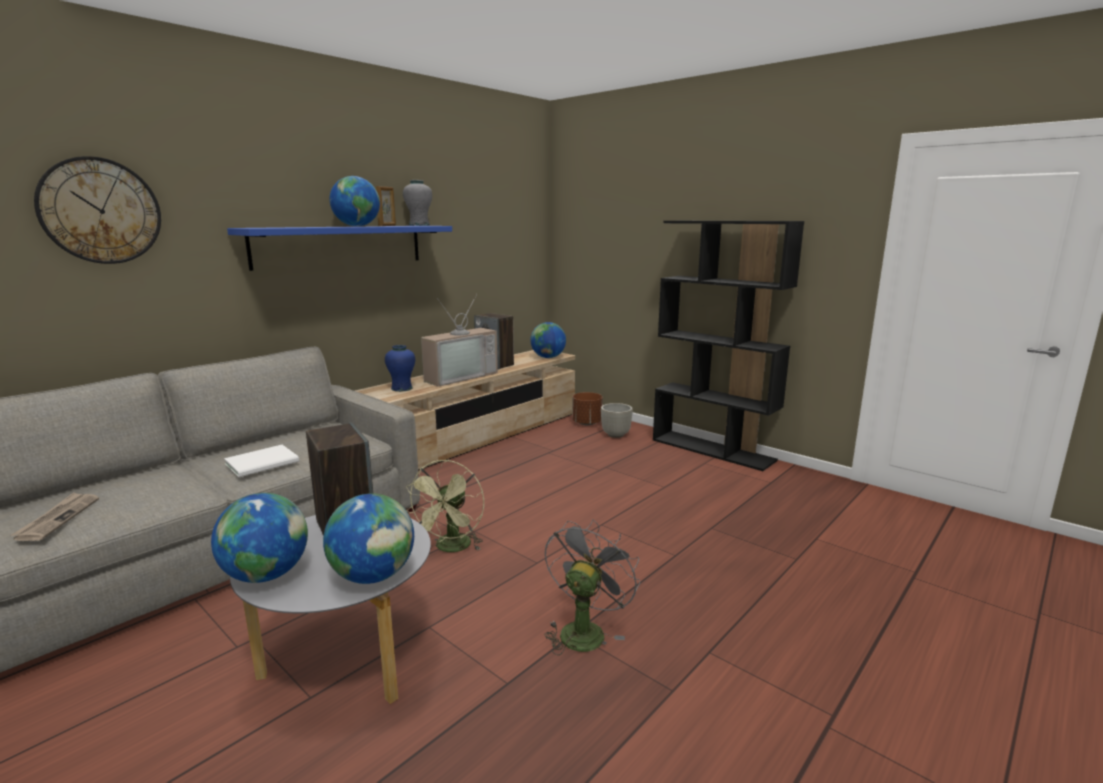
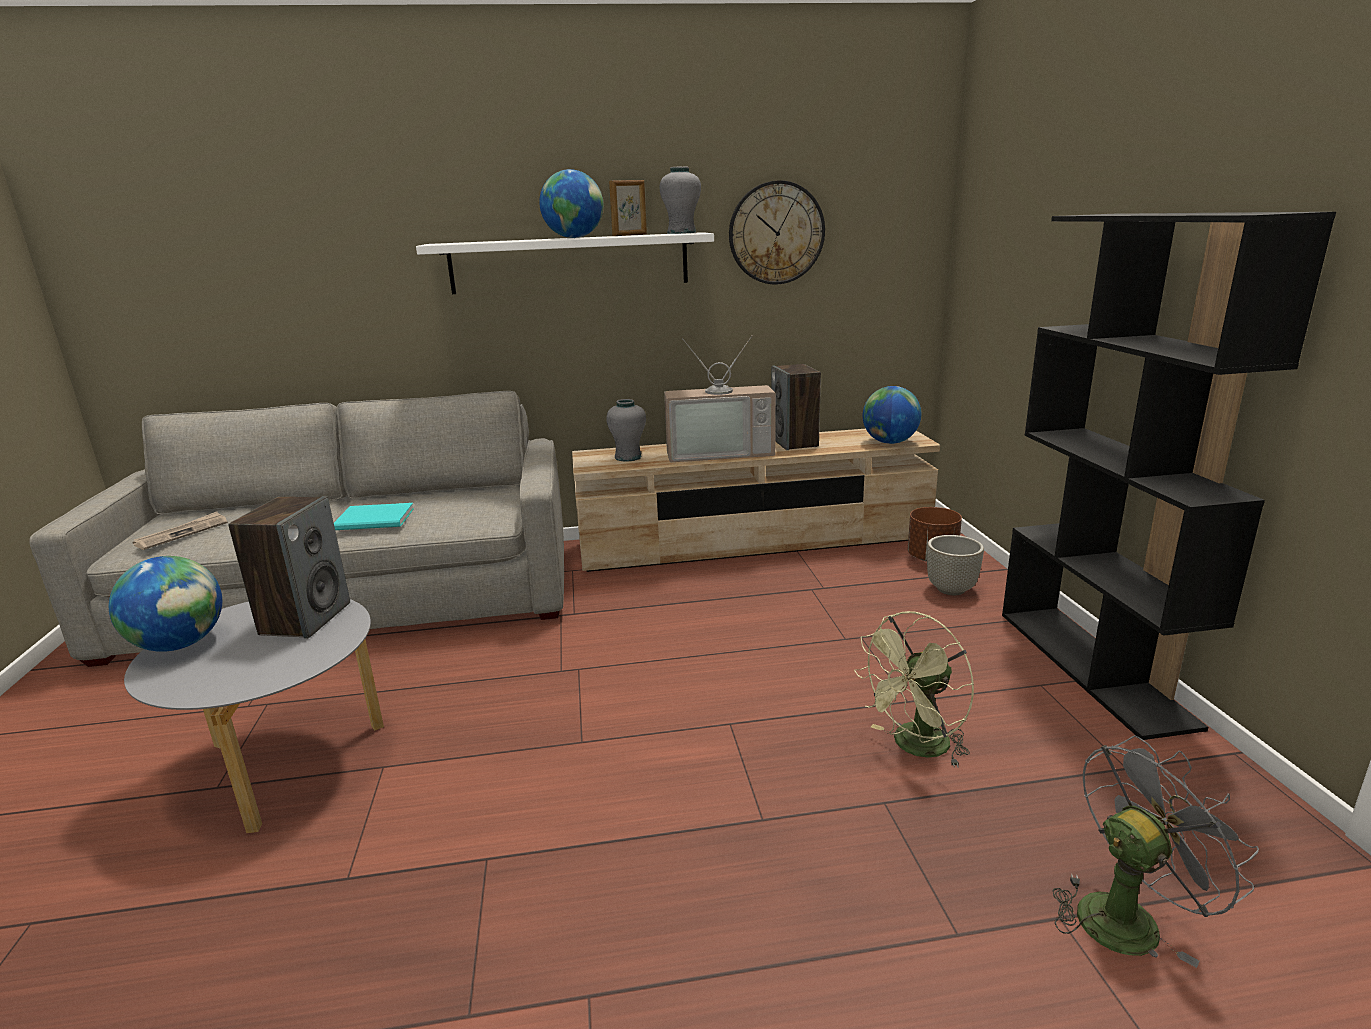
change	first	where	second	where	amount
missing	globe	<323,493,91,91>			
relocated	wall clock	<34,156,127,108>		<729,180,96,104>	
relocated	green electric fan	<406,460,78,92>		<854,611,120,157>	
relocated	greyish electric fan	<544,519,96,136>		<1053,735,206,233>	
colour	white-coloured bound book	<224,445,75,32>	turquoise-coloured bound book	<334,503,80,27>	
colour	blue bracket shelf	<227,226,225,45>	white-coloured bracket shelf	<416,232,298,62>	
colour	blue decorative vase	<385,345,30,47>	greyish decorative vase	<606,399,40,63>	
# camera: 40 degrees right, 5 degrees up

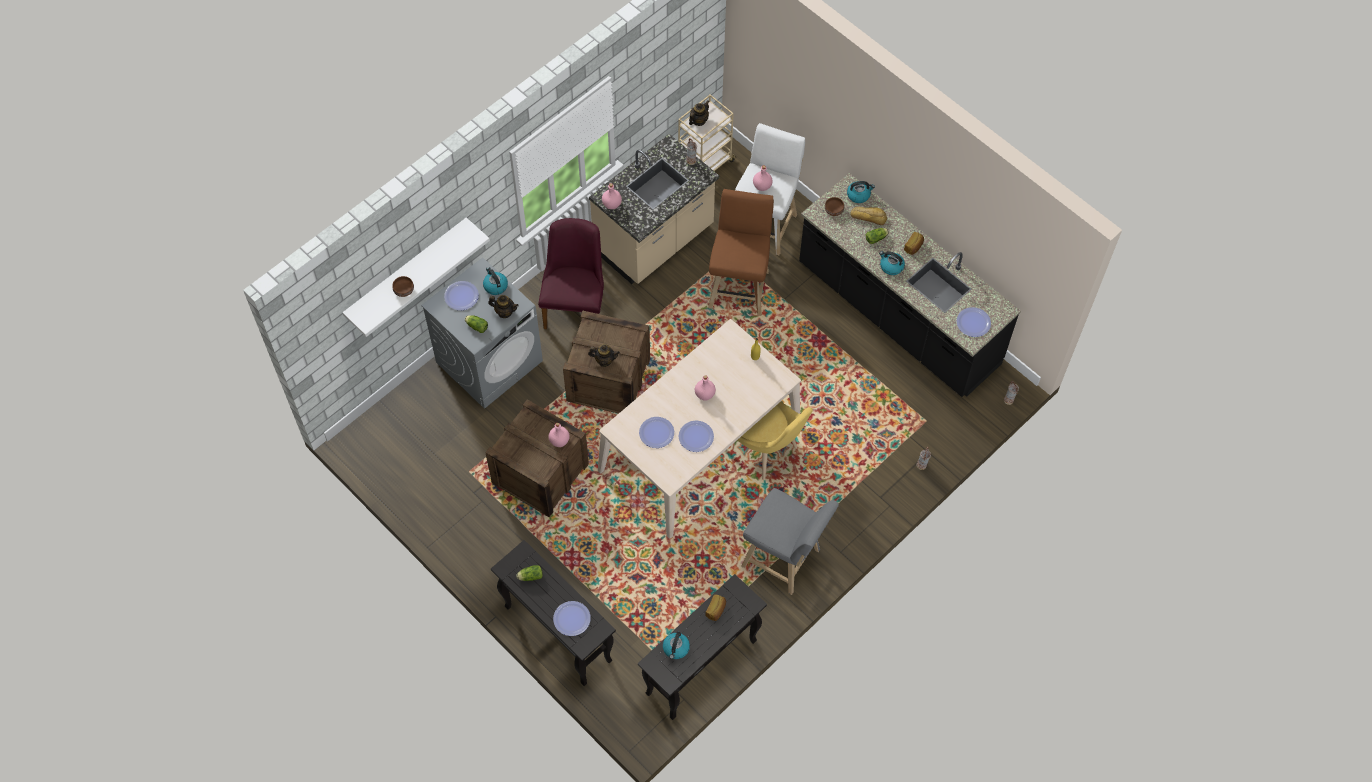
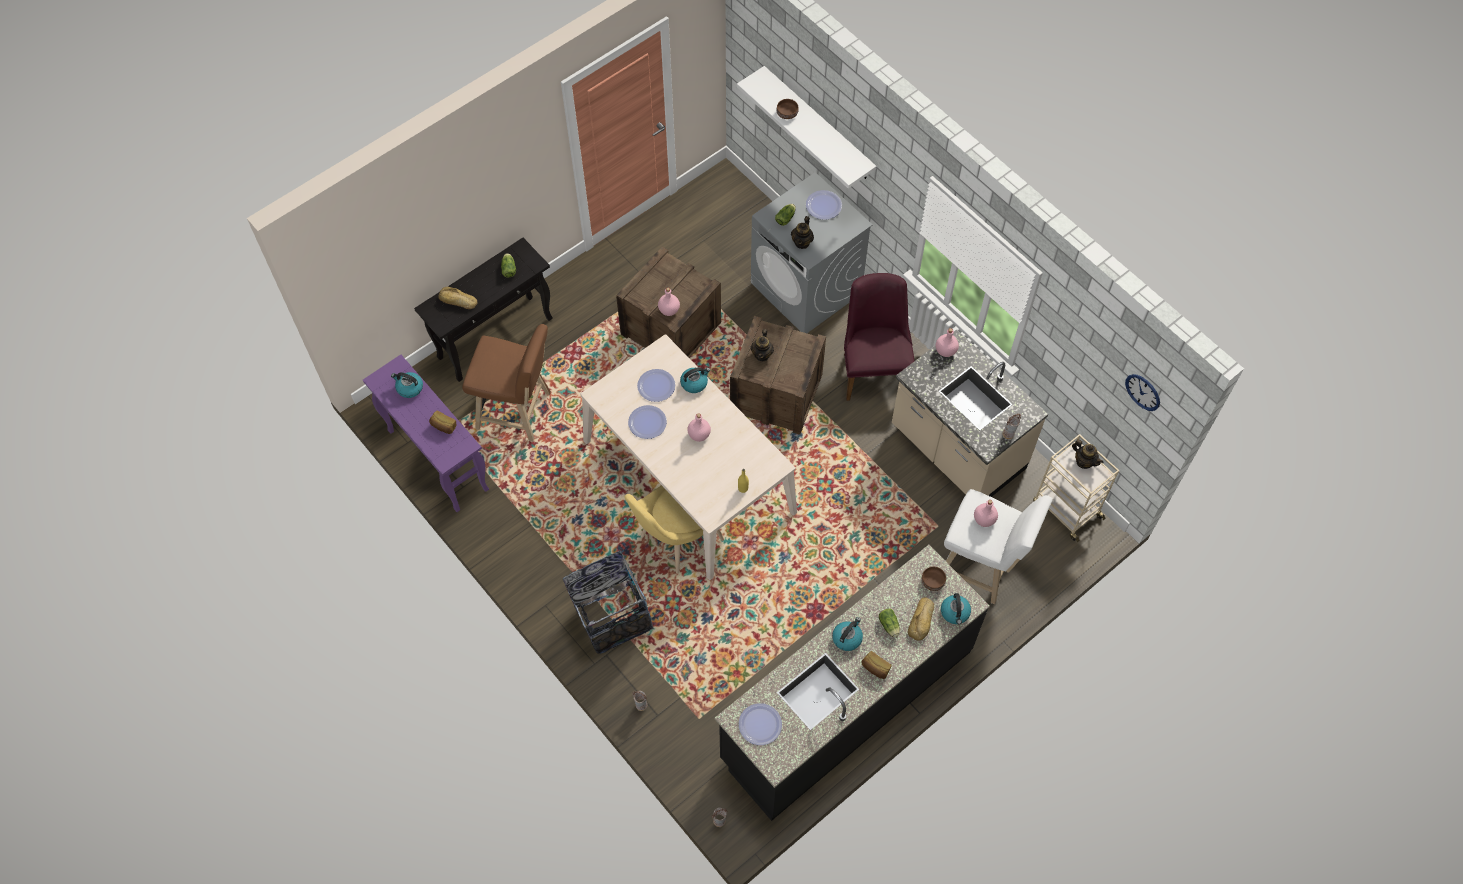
change	first	where	second	where	amount
missing	greyish sitting stool	<741,488,98,107>			
appeared			rubbish bin	<563,550,91,104>	
appeared			wall clock	<1125,374,35,37>	
relocated	water kettle	<483,267,25,28>		<680,367,30,26>	
relocated	brownish sitting stool	<708,189,66,127>		<462,324,89,118>	
exchanged	dinner plate	<553,601,38,35>	baked bread	<438,287,40,22>	
colour	blackish narrow table	<638,574,129,146>	purple-coloured narrow table	<363,355,126,157>	
spun	purple-coloured chair	<538,218,66,111>		<844,273,71,128>	105 degrees counterclockwise
# camera: 95 degrees right, 0 degrees up

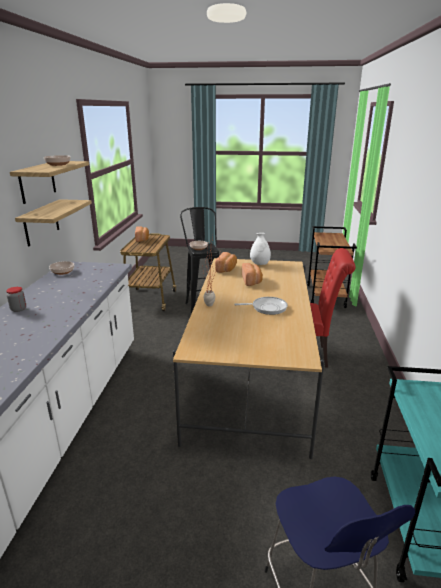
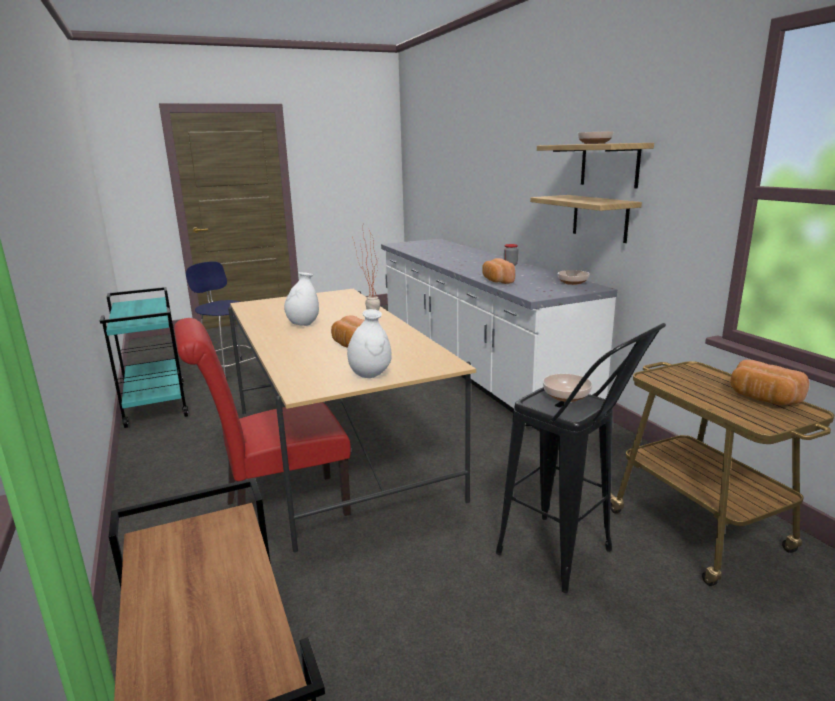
change	first	where	second	where	amount
relocated	baked bread	<215,252,22,21>		<482,258,33,26>	
exchanged	pan	<234,297,54,18>	white-coloured decorative vase	<284,272,35,54>	
# camera: 150 degrees right, 5 degrees down

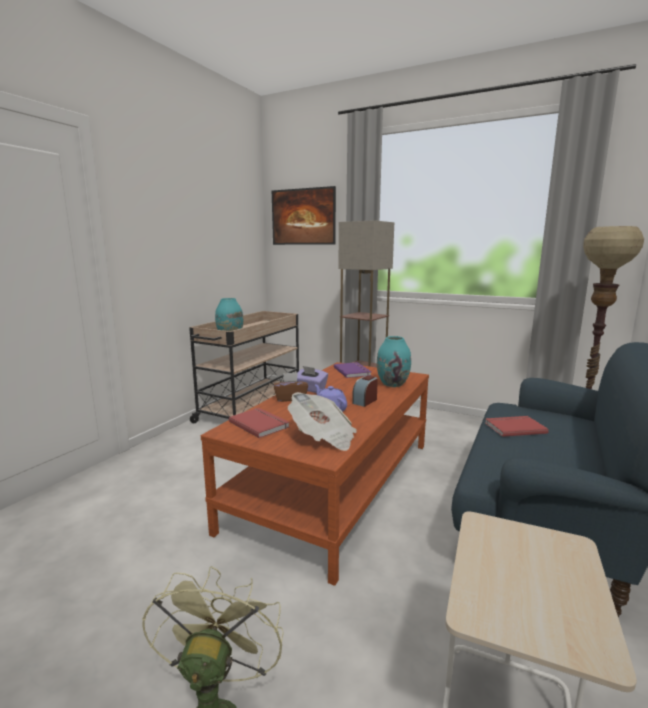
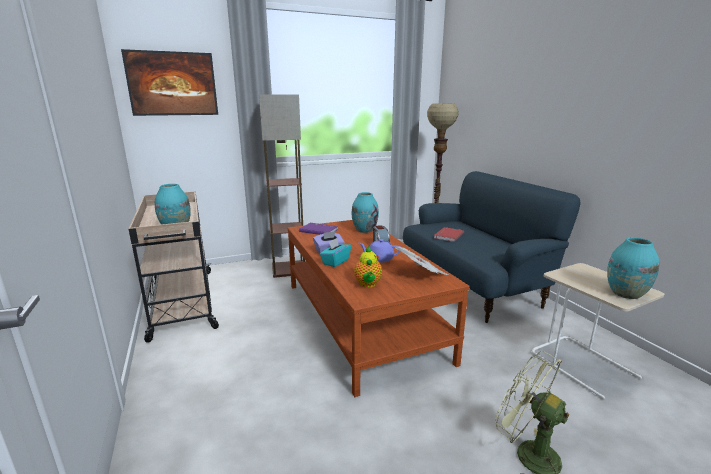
change	first	where	second	where	amount
appeared			turquoise-coloured decorative vase	<607,237,53,62>	
exchanged	red bound book	<229,408,60,30>	pot for tea	<354,246,28,41>	
colour	brownish tissue box	<274,372,34,30>	turquoise-coloured tissue box	<320,238,31,29>	
# camera: 50 degrees left, 5 degrees up

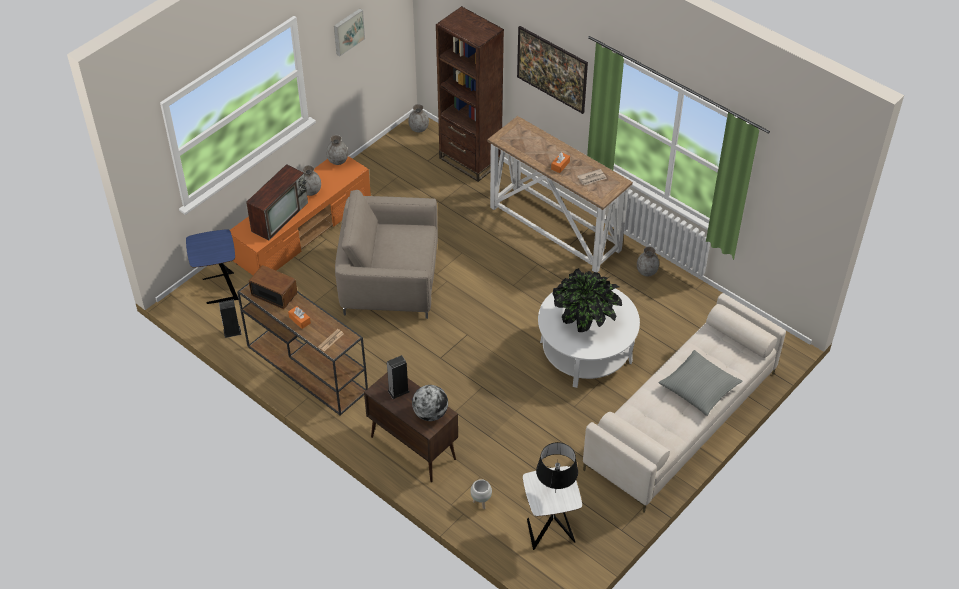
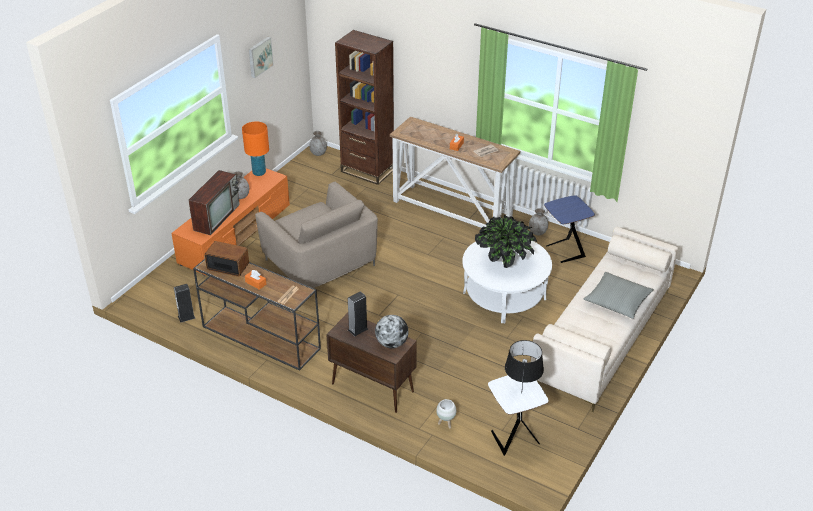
change	first	where	second	where	amount
missing	wall art	<517,26,71,88>			
relocated	blue accent table	<186,229,53,75>		<544,195,51,68>	
exchanged	greyish decorative vase	<326,135,22,30>	orangey table lamp	<242,121,27,55>	
spun	beige-coloured armchair	<335,190,103,129>		<255,182,123,106>	120 degrees counterclockwise
# camera: 10 degrees left, 10 degrees down

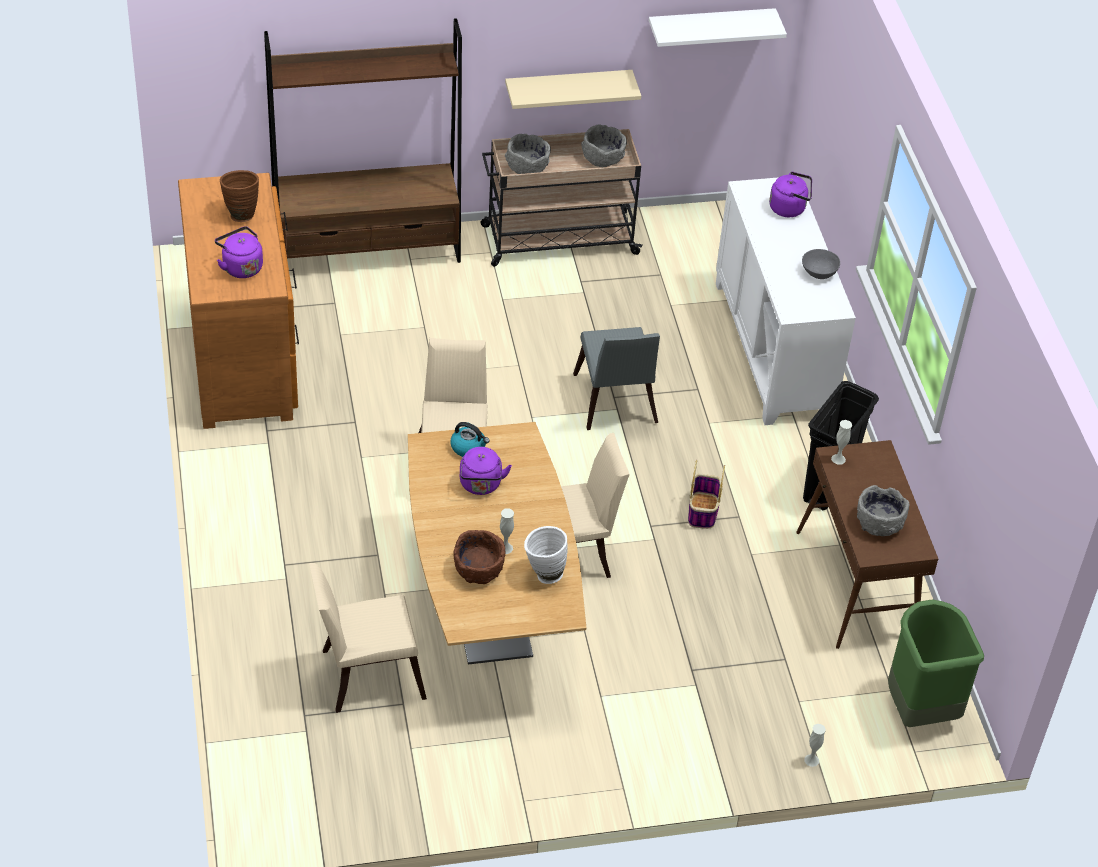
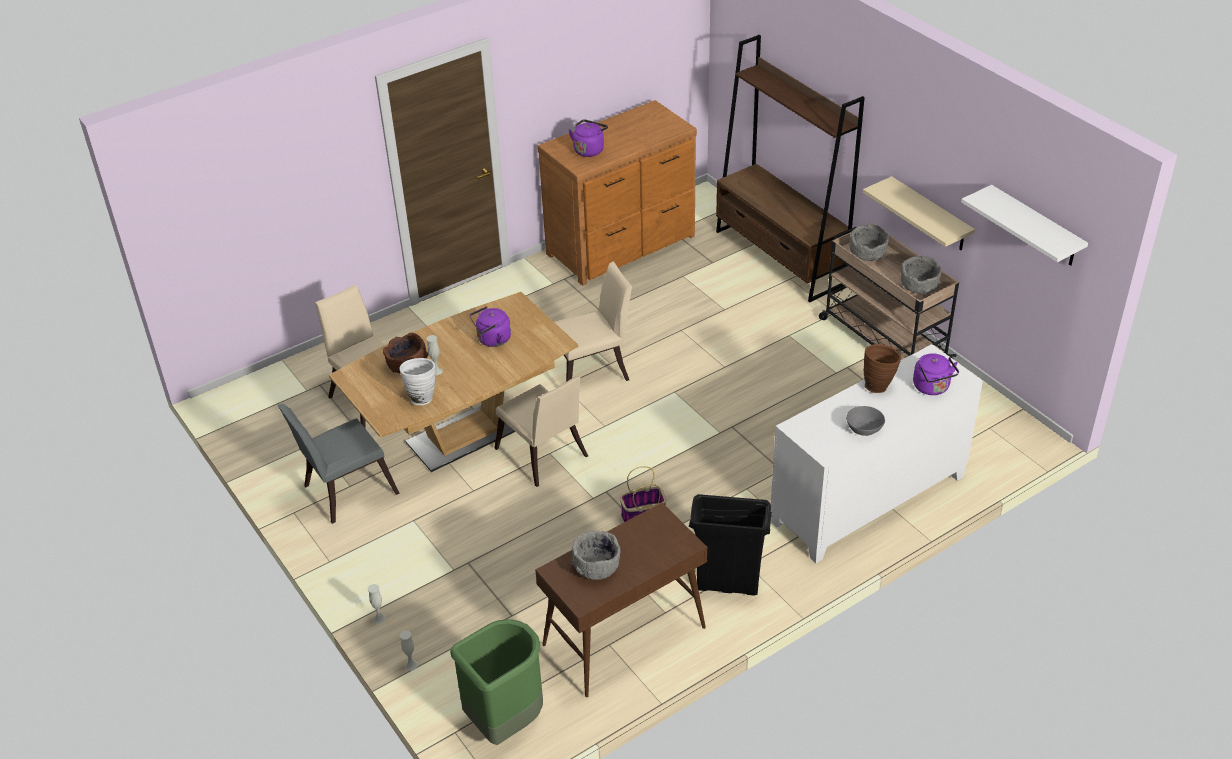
change	first	where	second	where	amount
missing	water kettle	<450,422,40,35>			
relocated	brownish decorative vase	<220,170,39,52>		<864,344,37,49>	
relocated	greyish chair	<573,327,87,103>		<278,404,122,120>	
relocated	white-coloured decorative vase	<831,420,21,44>		<368,584,18,40>	
# camera: 70 degrees right, 5 degrees down

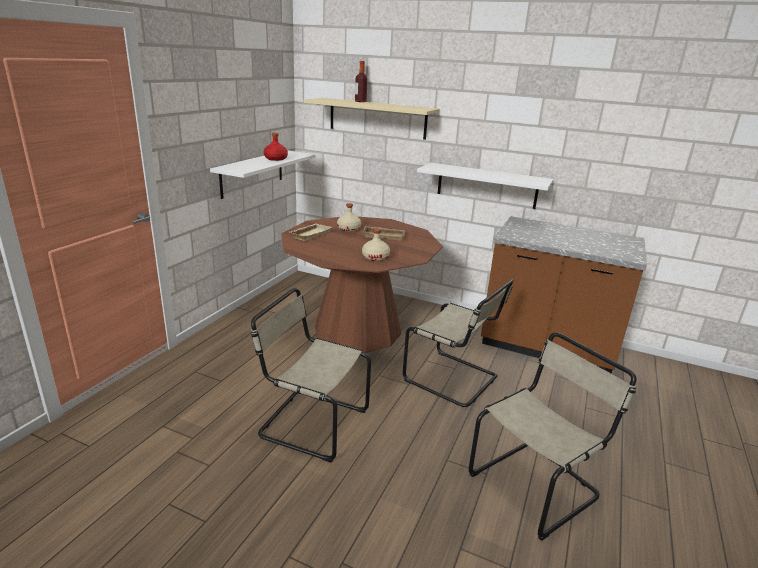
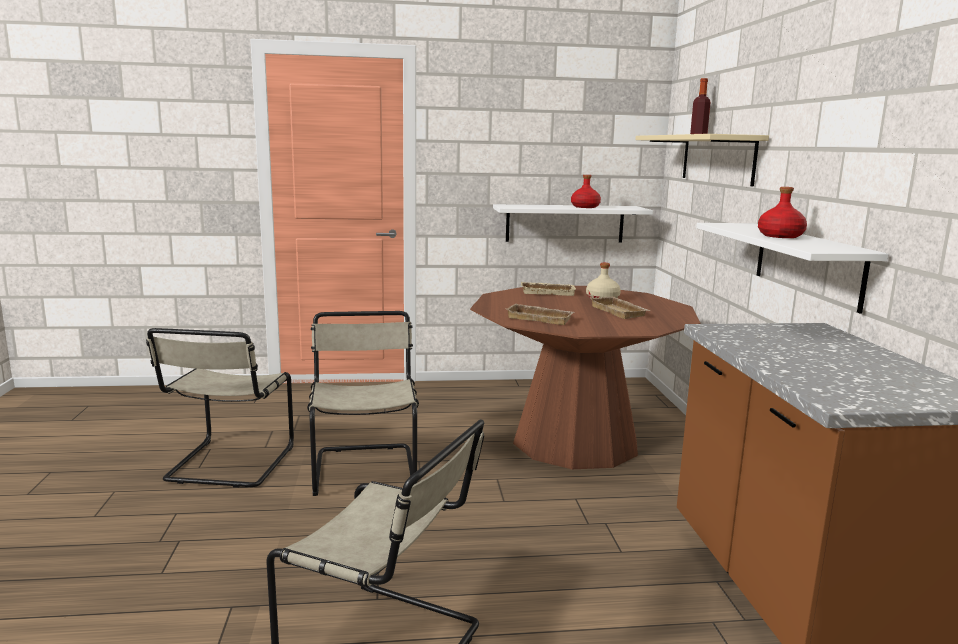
change	first	where	second	where	amount
appeared			red drink bottle	<758,187,49,51>	
relocated	beige-coloured chair	<403,279,111,128>		<146,328,148,160>	
exchanged	beige-coloured drink bottle	<362,228,28,33>	beige-coloured tray	<506,304,68,21>	
# camera: 60 degrees right, 10 degrees down

